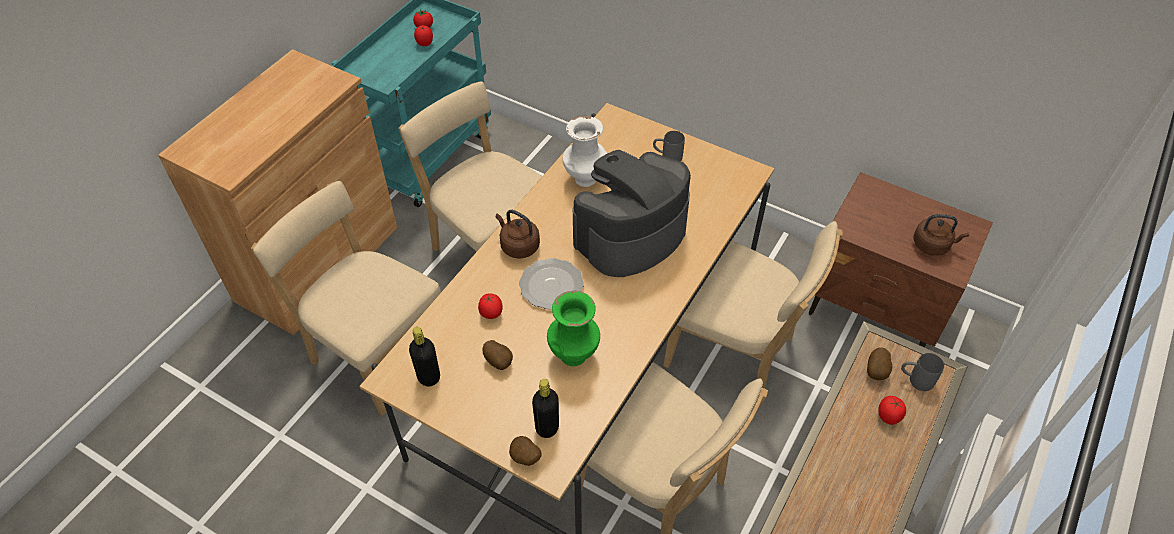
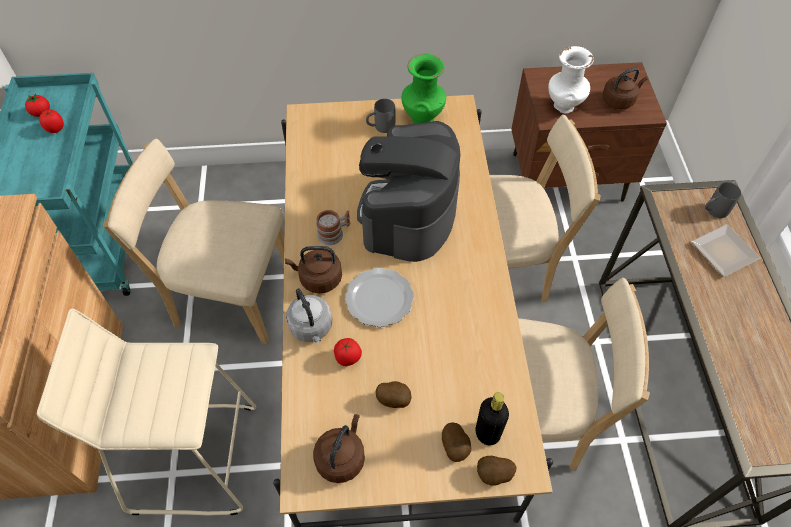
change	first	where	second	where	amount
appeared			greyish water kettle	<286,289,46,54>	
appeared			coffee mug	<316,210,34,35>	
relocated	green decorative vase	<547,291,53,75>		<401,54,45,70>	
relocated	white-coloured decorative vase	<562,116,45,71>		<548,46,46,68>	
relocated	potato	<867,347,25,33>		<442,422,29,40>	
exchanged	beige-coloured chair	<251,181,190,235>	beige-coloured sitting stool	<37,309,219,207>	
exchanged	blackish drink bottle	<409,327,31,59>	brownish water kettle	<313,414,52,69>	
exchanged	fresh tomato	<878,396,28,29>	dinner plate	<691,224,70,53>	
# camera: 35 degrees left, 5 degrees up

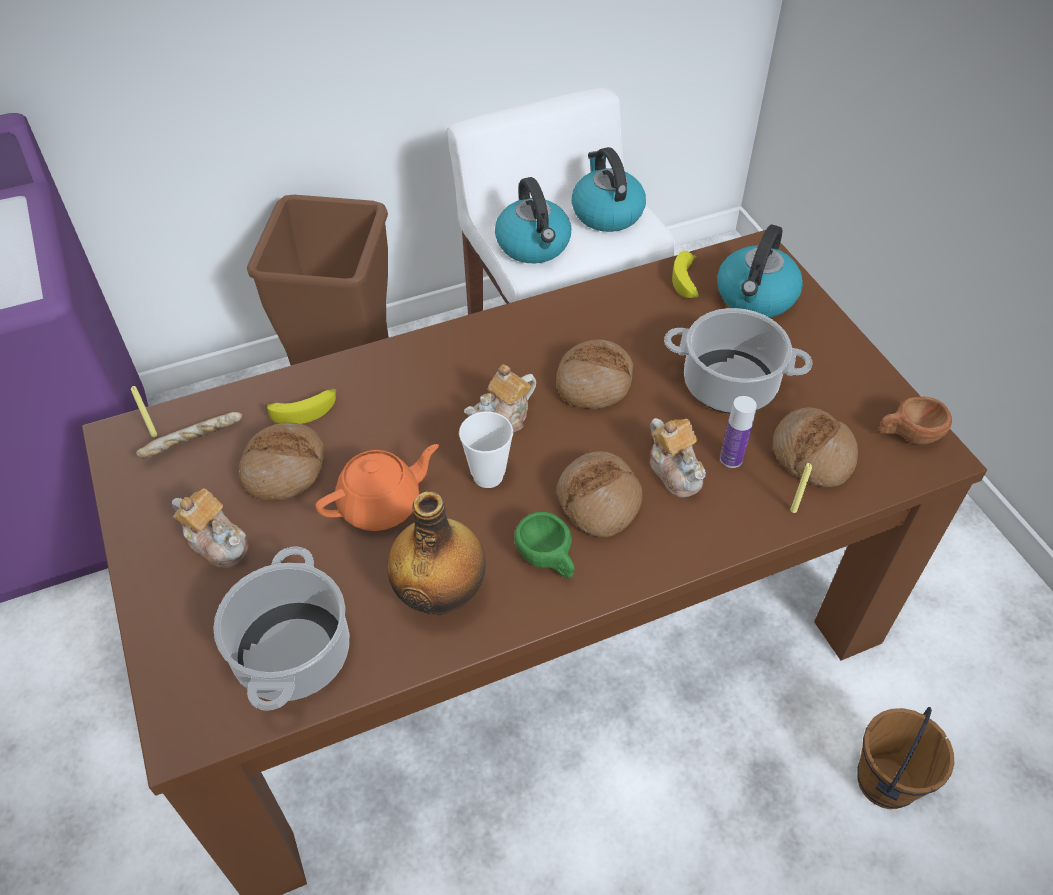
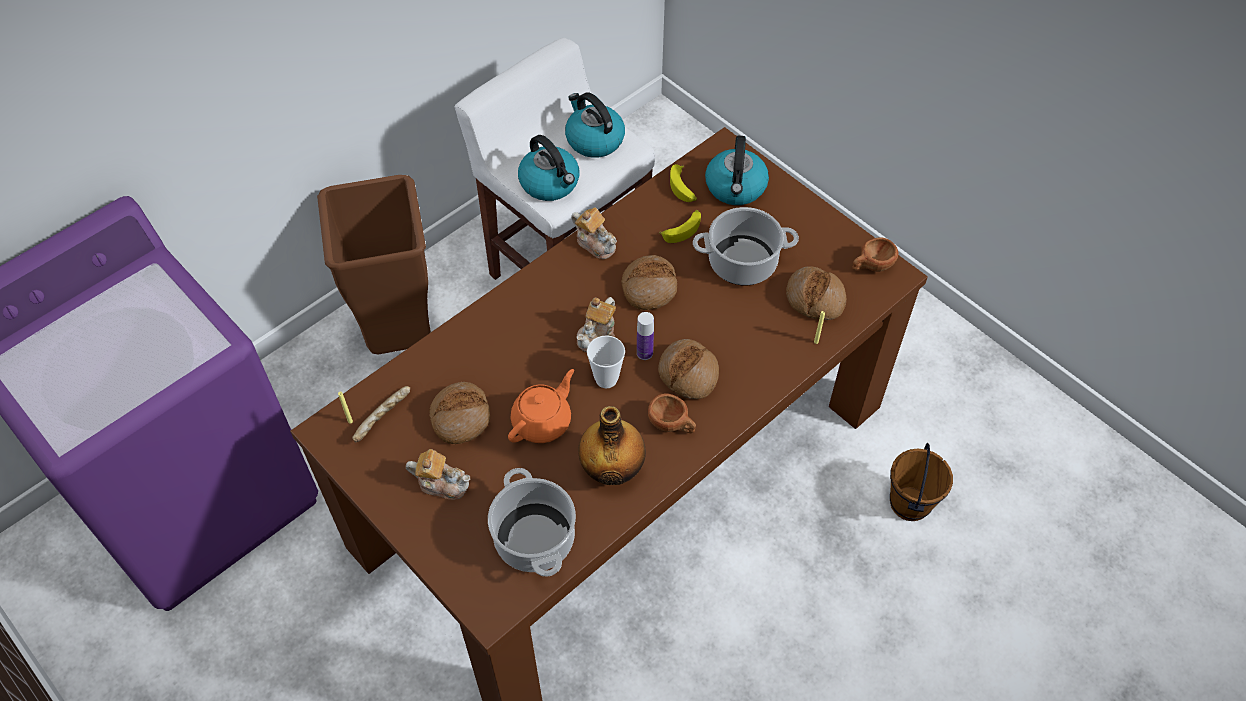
change	first	where	second	where	amount
relocated	banana	<264,389,72,35>		<659,210,42,33>	
relocated	pot for tea	<650,418,56,80>		<571,207,46,52>	
relocated	drink bottle	<720,396,37,72>		<637,312,17,48>	
colour	green drinking cup	<514,511,61,67>	brownish drinking cup	<648,393,48,40>	
# camera: 20 degrees left, 5 degrees up

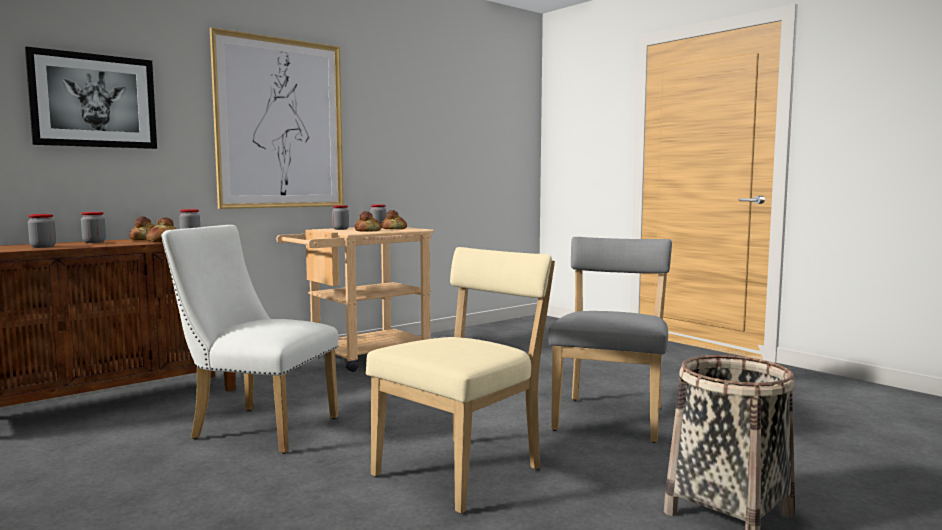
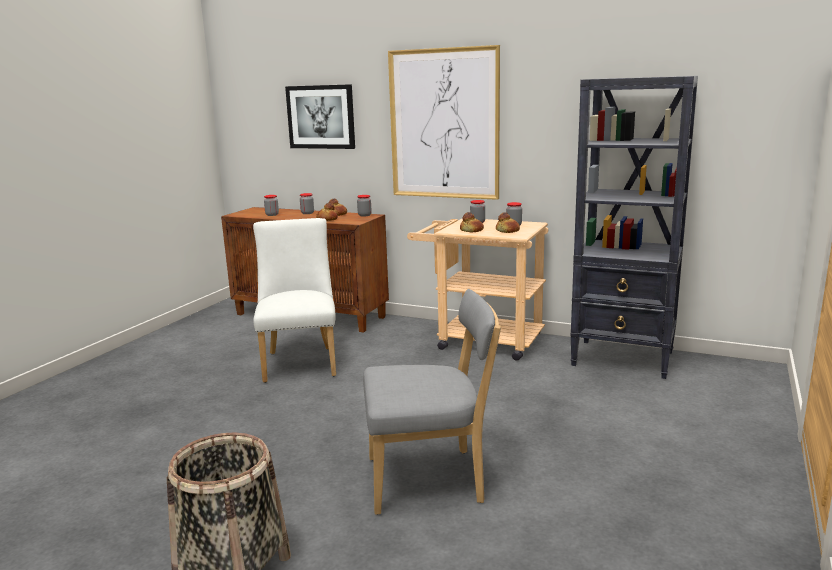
change	first	where	second	where	amount
missing	beige-coloured chair	<366,247,189,267>			
appeared			blackish bookshelf	<570,76,128,303>	
# camera: 65 degrees right, 10 degrees up

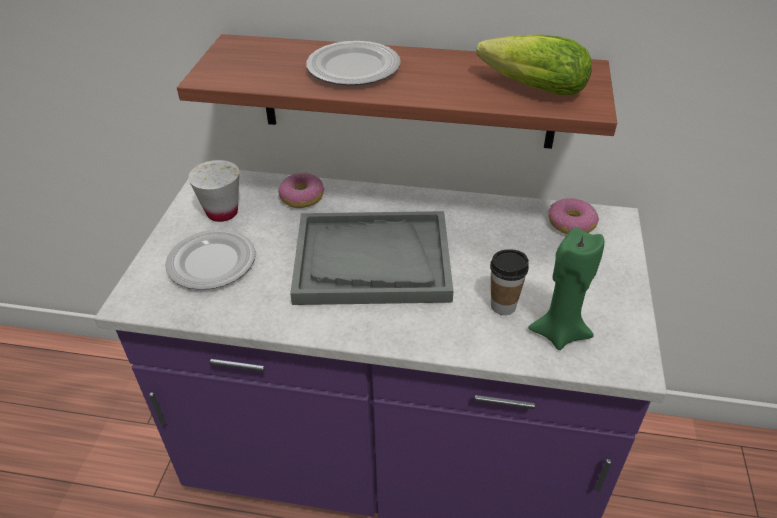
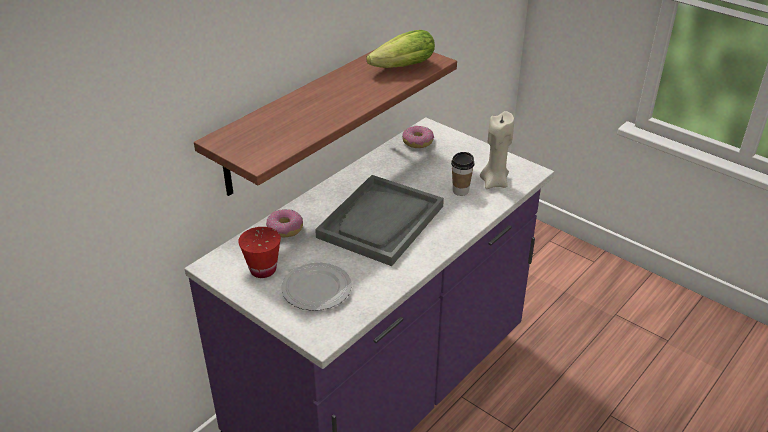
change	first	where	second	where	amount
missing	dinner plate	<306,41,95,44>			
colour	white-coloured drinking cup	<188,160,51,62>	red drinking cup	<238,227,43,51>	
colour	green wax light	<528,227,76,123>	beige-coloured wax light	<480,111,34,78>	
# camera: 60 degrees left, 5 degrees down

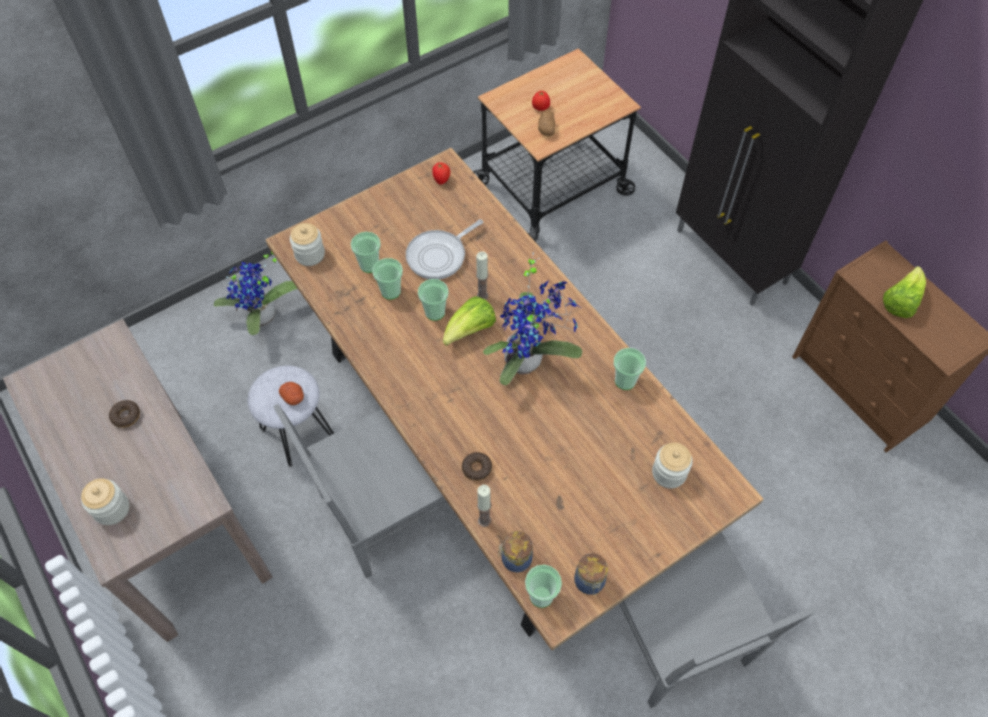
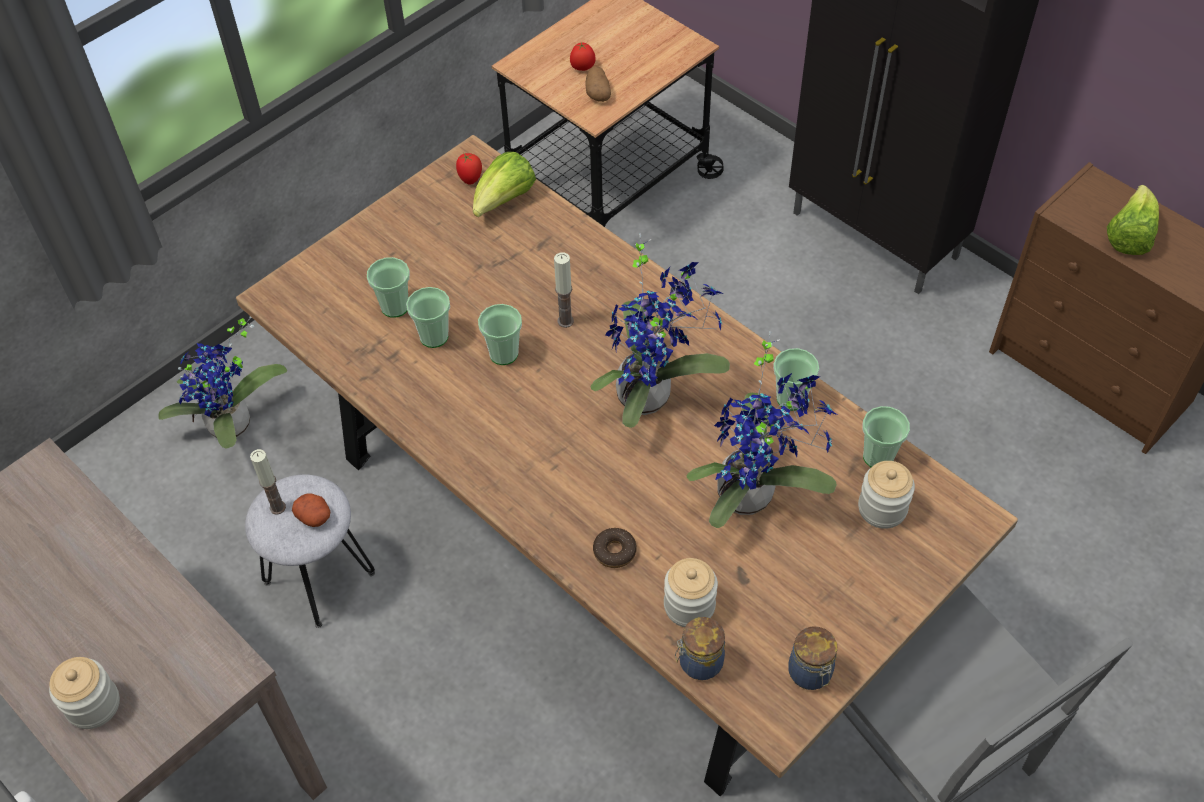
change	first	where	second	where	amount
missing	doughnut	<109,400,31,28>			
missing	greyish chair	<274,404,174,174>			
missing	pan	<406,219,77,61>			
appeared			houseplant	<687,330,152,198>	
relocated	preserve jar	<290,223,35,43>		<664,558,54,69>	
relocated	lettuce head	<443,296,53,50>		<473,152,63,65>	
relocated	wax light	<477,485,14,42>		<250,449,36,66>	
relocated	drinking cup	<525,565,37,43>		<863,406,47,61>	
# camera: 10 degrees left, 5 degrees down

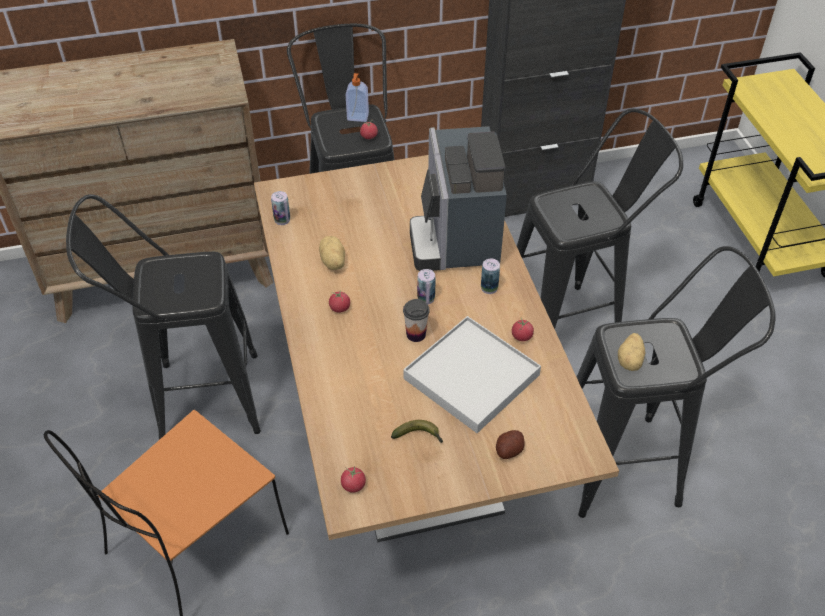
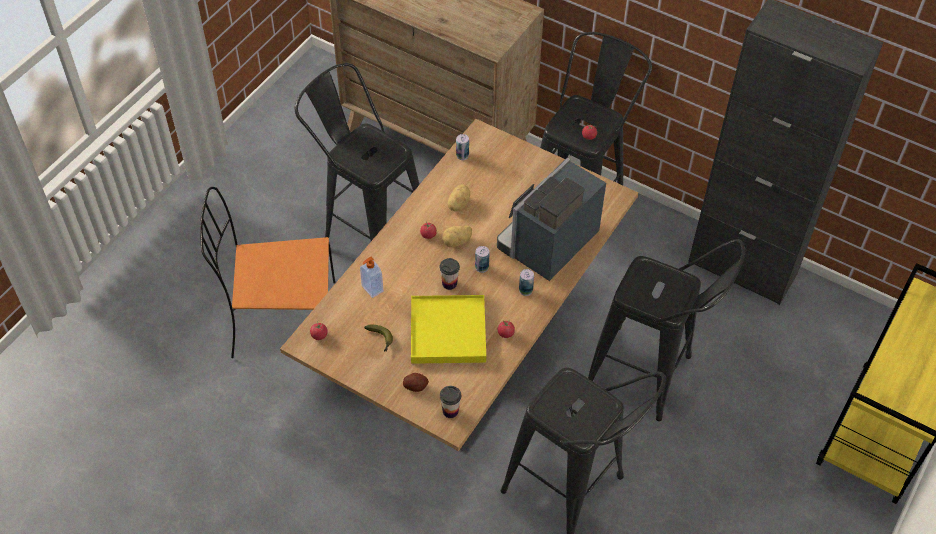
change	first	where	second	where	amount
appeared			drinking cup	<440,386,21,32>	
relocated	soap dispenser	<346,73,23,49>		<360,257,23,41>	
relocated	potato	<618,333,28,38>		<442,226,30,21>	
colour	white-coloured tray	<403,316,138,117>	yellowish tray	<411,295,75,69>	
# camera: 45 degrees right, 5 degrees up

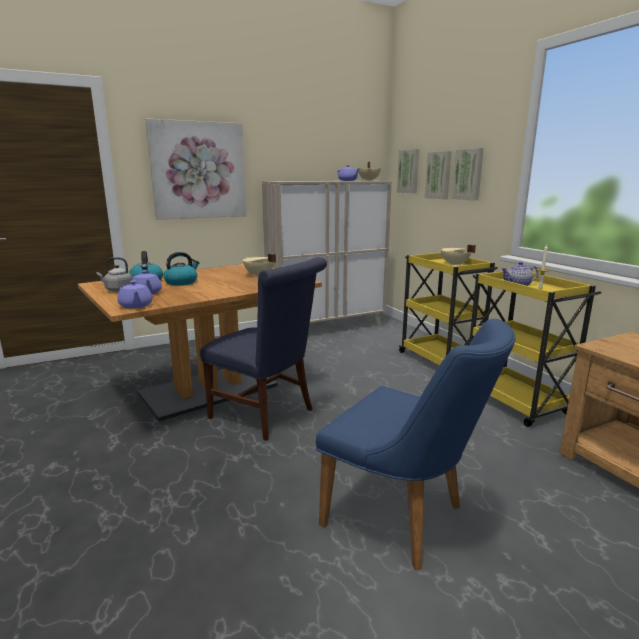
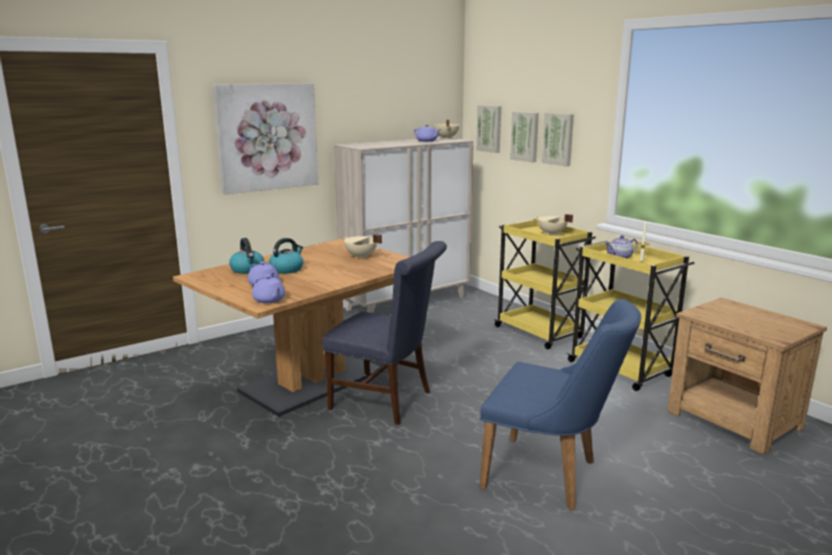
change	first	where	second	where	amount
missing	greyish water kettle	<97,257,36,35>			
# camera: 10 degrees left, 0 degrees up

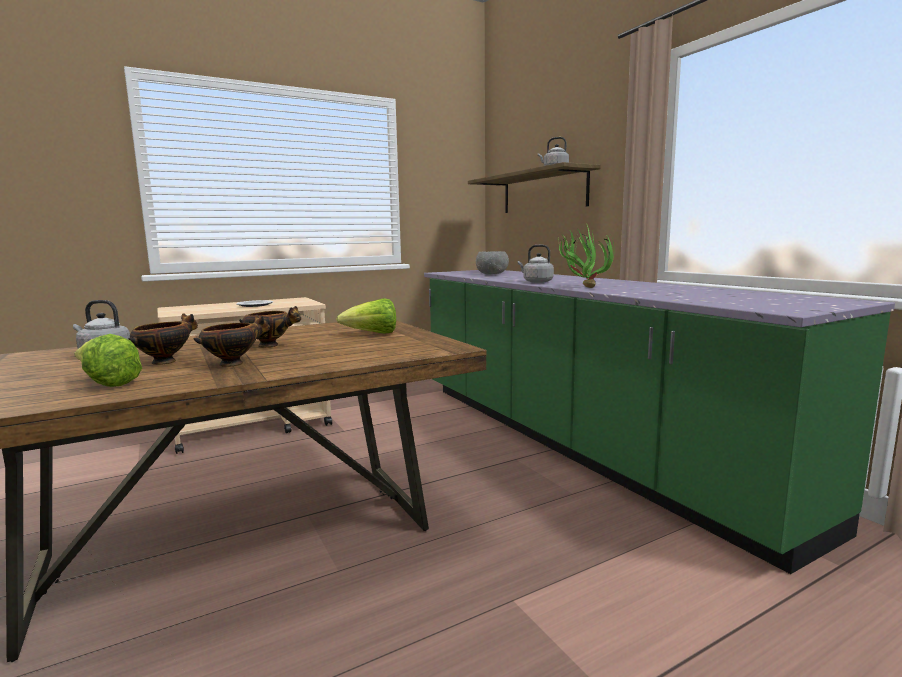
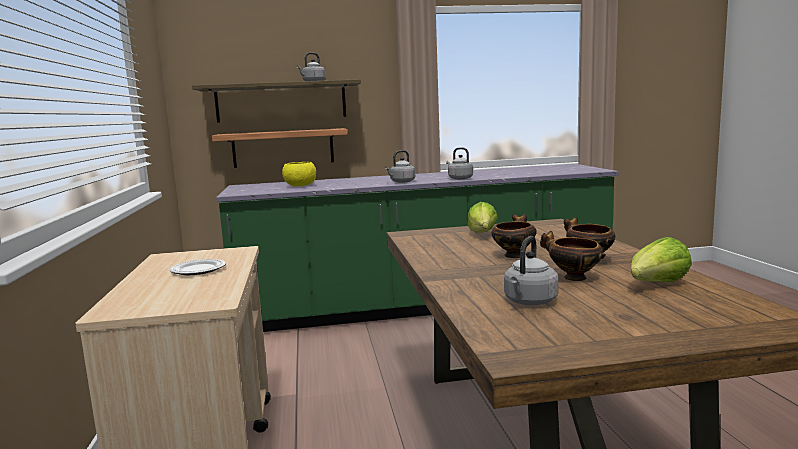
change	first	where	second	where	amount
appeared			bracket shelf	<212,128,135,40>	
exchanged	houseplant	<558,225,56,63>	greyish water kettle	<446,147,27,33>	
colour	greyish serving bowl	<476,251,33,23>	yellowish serving bowl	<282,162,34,25>	
# camera: 70 degrees left, 0 degrees up

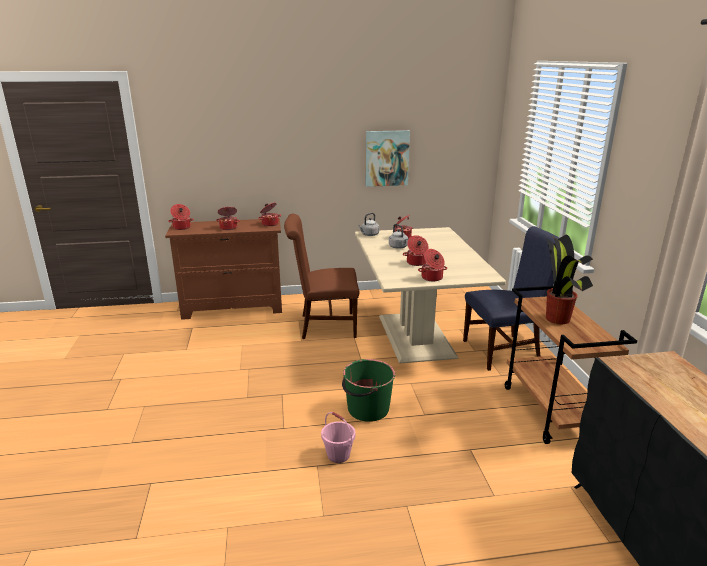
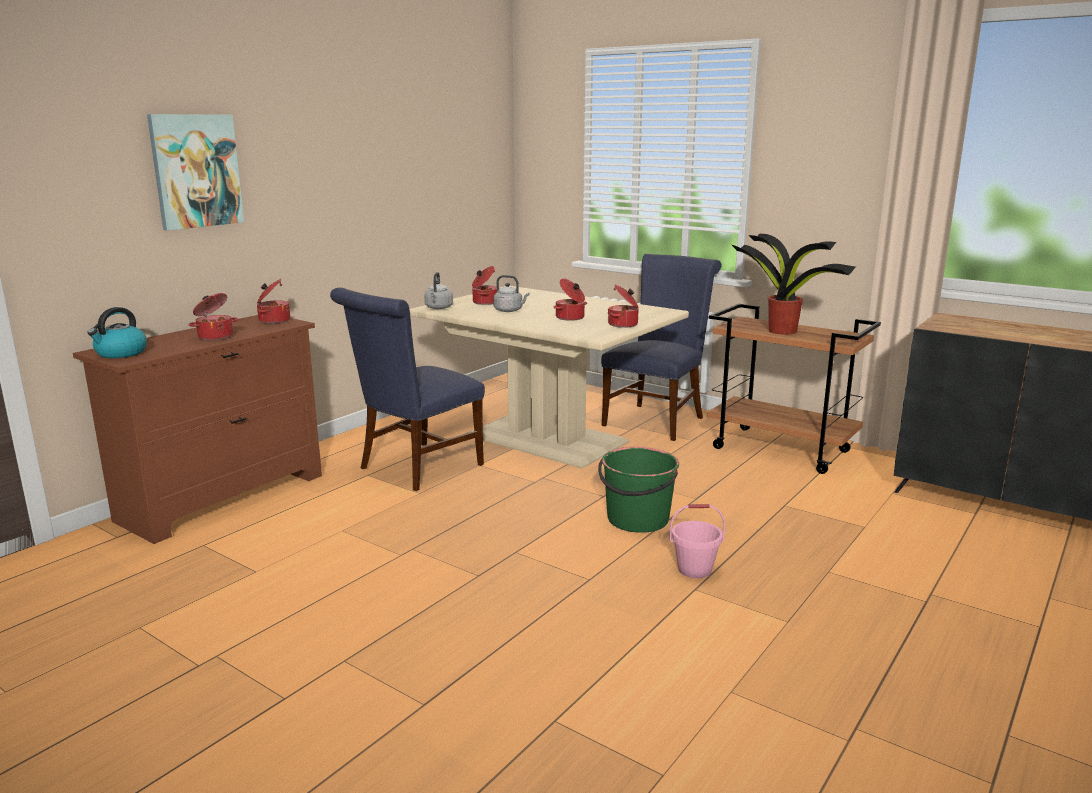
change	first	where	second	where	amount
relocated	wall art	<365,130,45,57>		<147,114,97,116>	
exchanged	stockpot	<168,204,26,26>	water kettle	<87,307,60,51>	
colour	brownish chair	<284,214,76,125>	blue chair	<330,288,155,203>	
# camera: 45 degrees left, 5 degrees down

